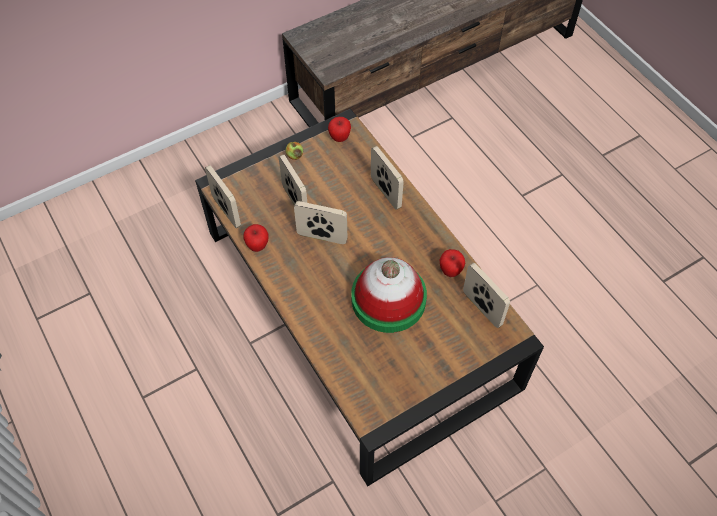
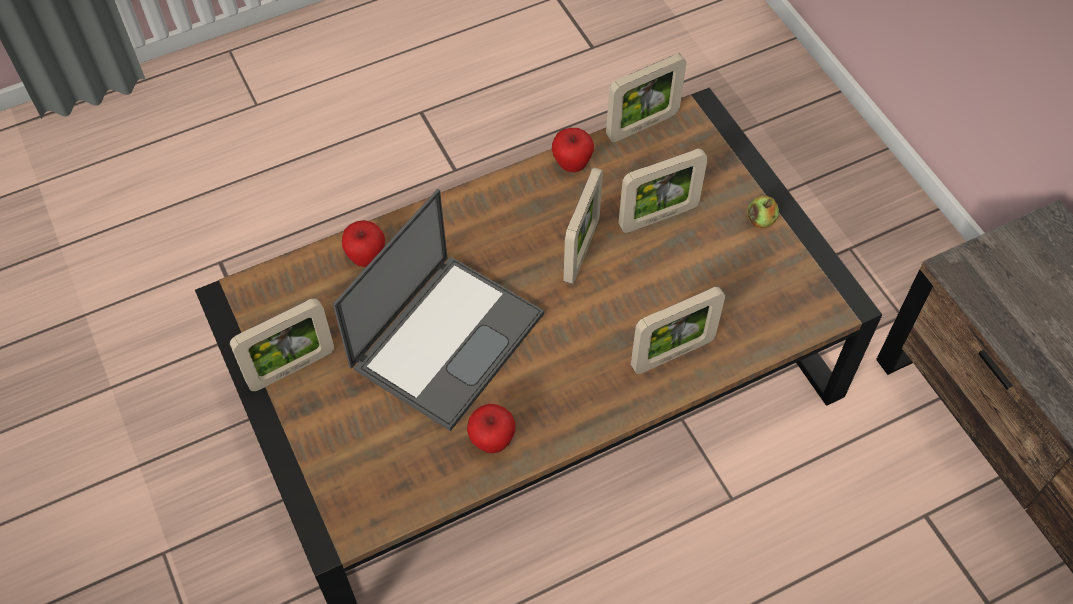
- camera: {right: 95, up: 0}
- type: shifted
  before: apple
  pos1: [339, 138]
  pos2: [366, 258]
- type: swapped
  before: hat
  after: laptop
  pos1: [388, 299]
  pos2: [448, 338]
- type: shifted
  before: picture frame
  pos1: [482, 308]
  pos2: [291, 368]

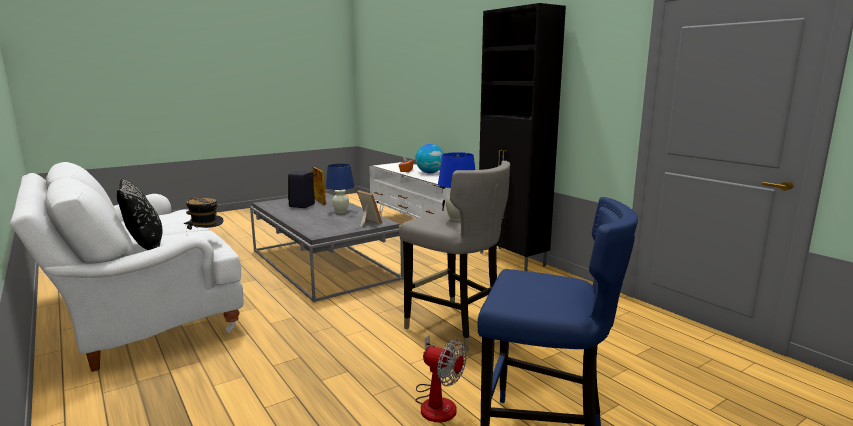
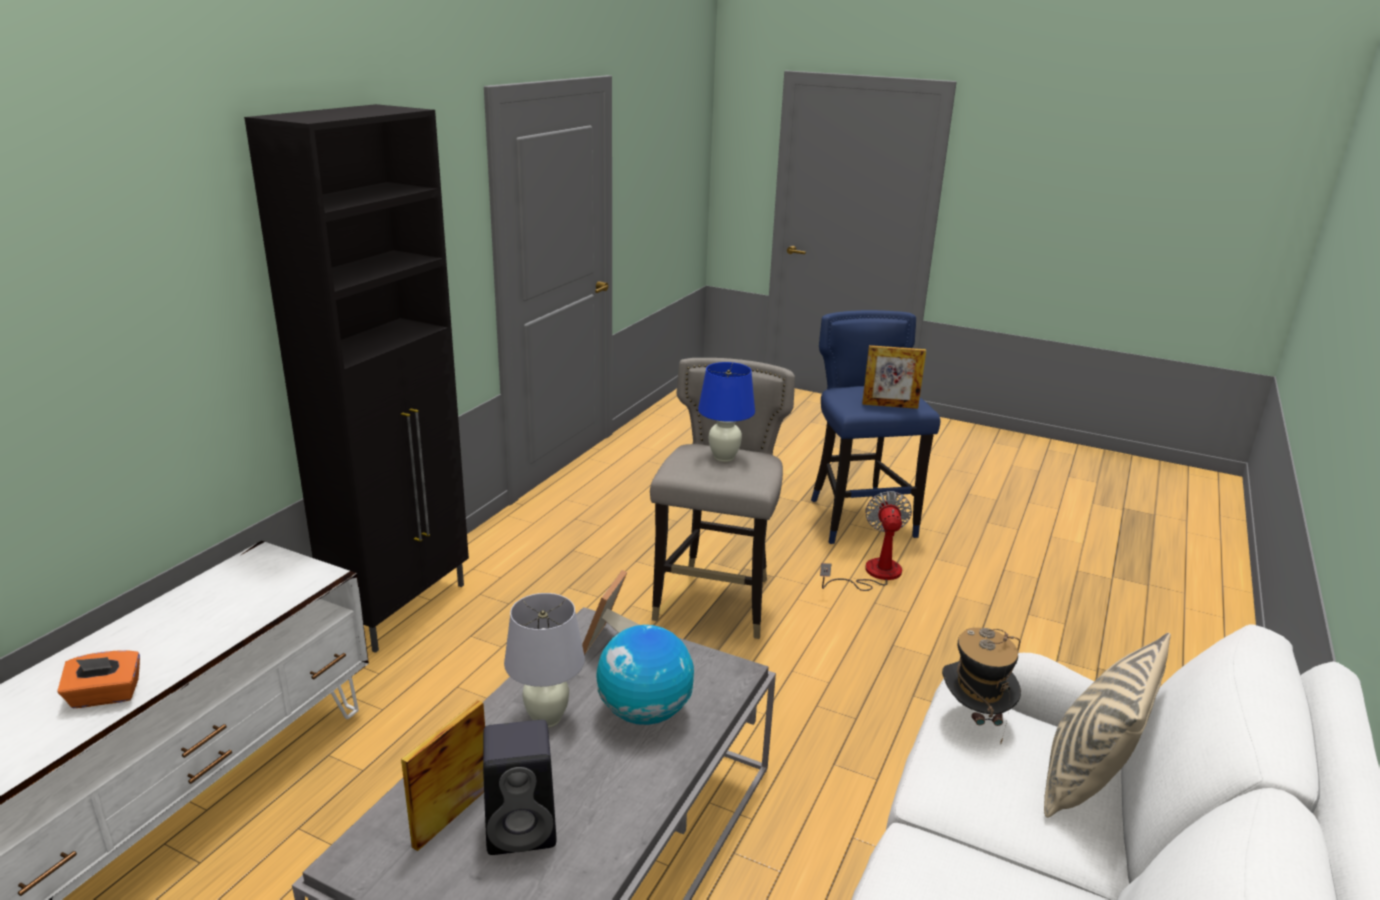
- camera: {right: -120, up: 10}
- type: shifted
  before: globe
  pos1: [430, 173]
  pos2: [644, 713]
- type: repainted
  before: blue table lamp
  after: white table lamp
  pos1: [341, 212]
  pos2: [547, 718]
- type: repainted
  before: black pillow
  after: beige pillow
  pos1: [145, 247]
  pos2: [1086, 780]
- type: new
  after: picture frame
  pos2: [890, 405]

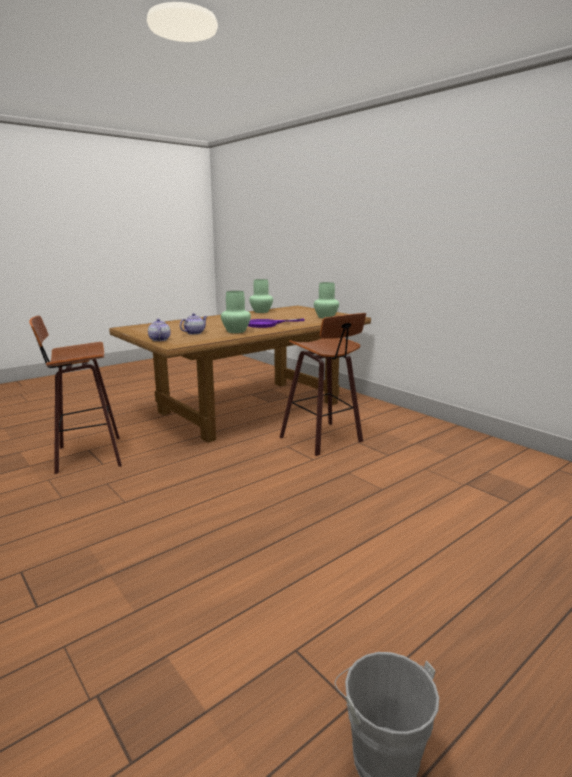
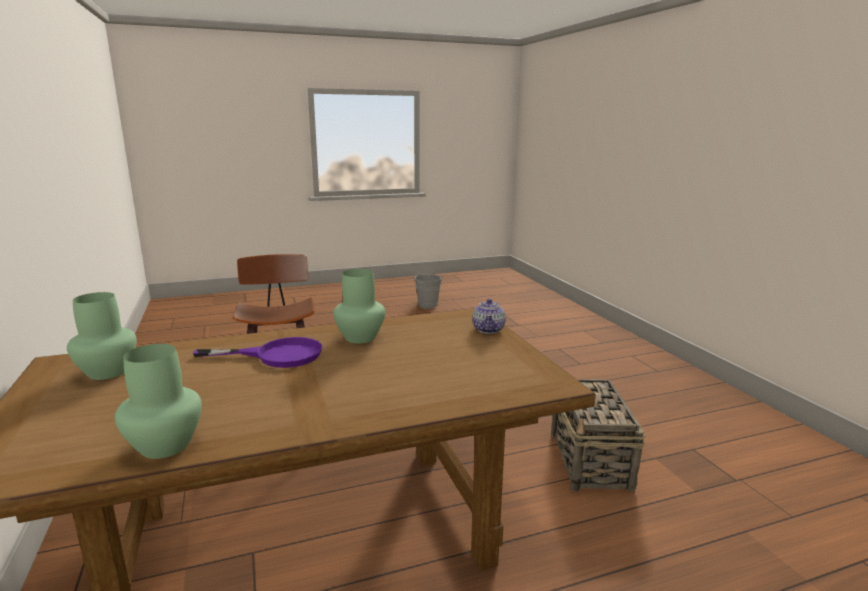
- camera: {right: -160, up: 0}
- type: gone
  before: teapot
  pos1: [194, 333]
- type: swapped
  before: stool
  after: basket
  pos1: [86, 455]
  pos2: [590, 461]

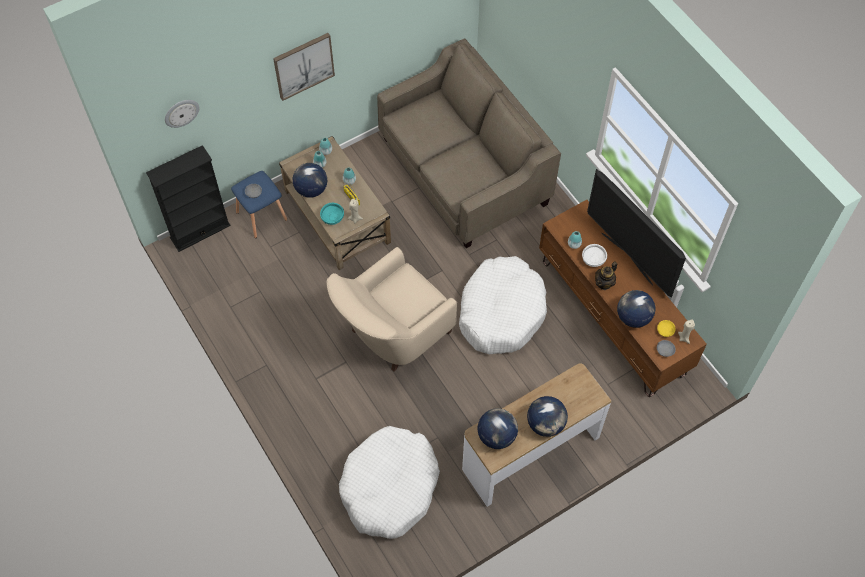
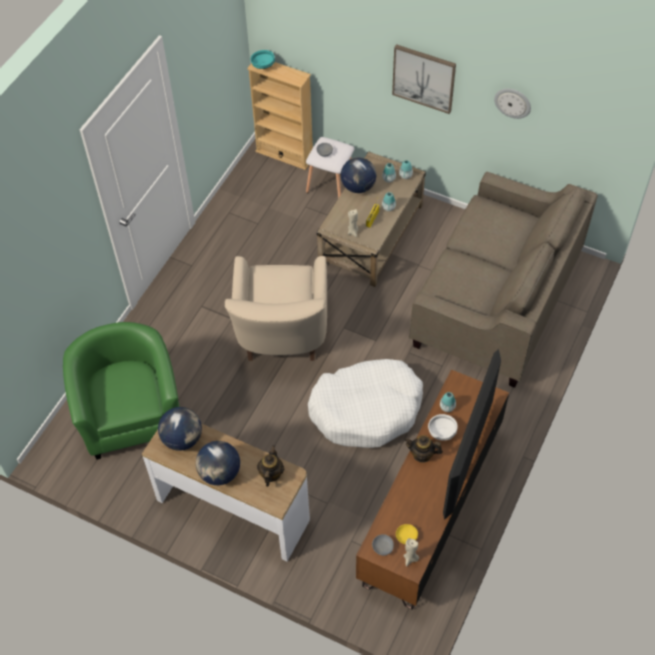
- camera: {right: 60, up: -5}
- type: shifted
  before: wall clock
  pos1: [181, 112]
  pos2: [513, 102]
- type: repainted
  before: black bookcase
  after: beige bookcase
  pos1: [200, 231]
  pos2: [284, 154]
- type: repainted
  before: blue stool
  after: white stool
  pos1: [262, 215]
  pos2: [331, 184]
- type: shifted
  before: turquoise bowl
  pos1: [332, 218]
  pos2: [263, 65]
- type: rotated
  before: beige armchair
  pos1: [392, 334]
  pos2: [282, 337]
  turn: -105
- type: gone
  before: globe
  pos1: [633, 317]
- type: swapped
  before: white dog bed
  after: green armchair
  pos1: [389, 487]
  pos2: [132, 414]
- type: new
  after: teapot
  pos2: [271, 474]

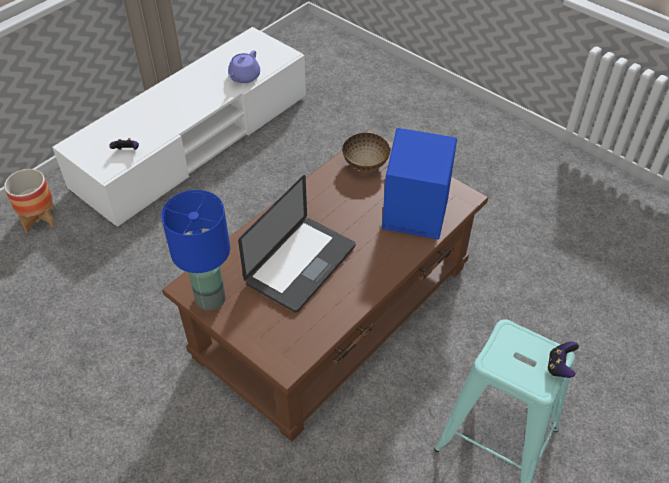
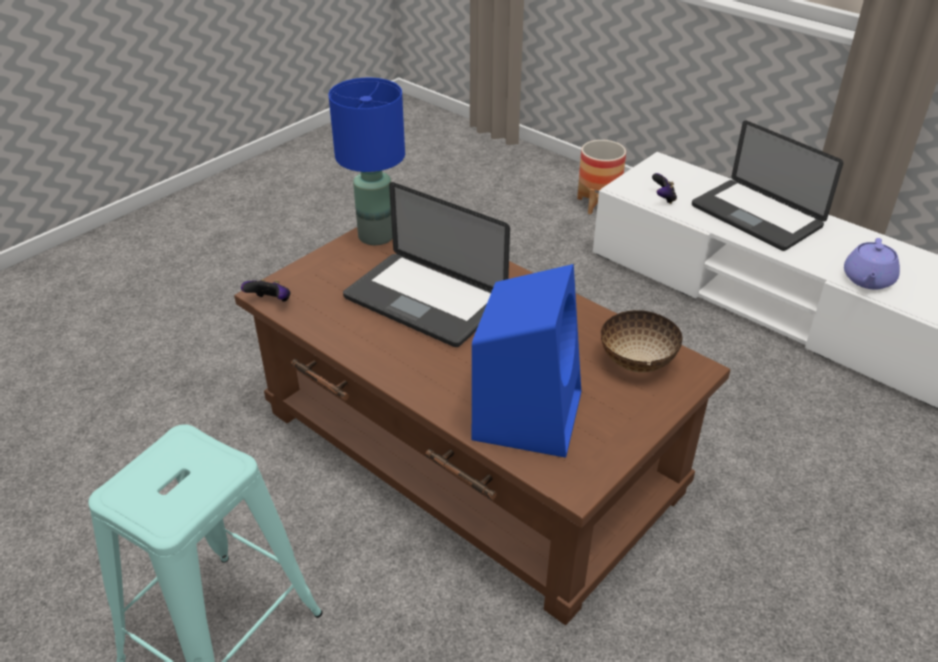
- camera: {right: 90, up: -10}
- type: rotated
  before: purple teapot
  pos1: [244, 77]
  pos2: [867, 280]
  turn: -90
- type: shifted
  before: game controller
  pos1: [559, 367]
  pos2: [270, 302]
- type: new
  after: laptop
  pos2: [756, 216]

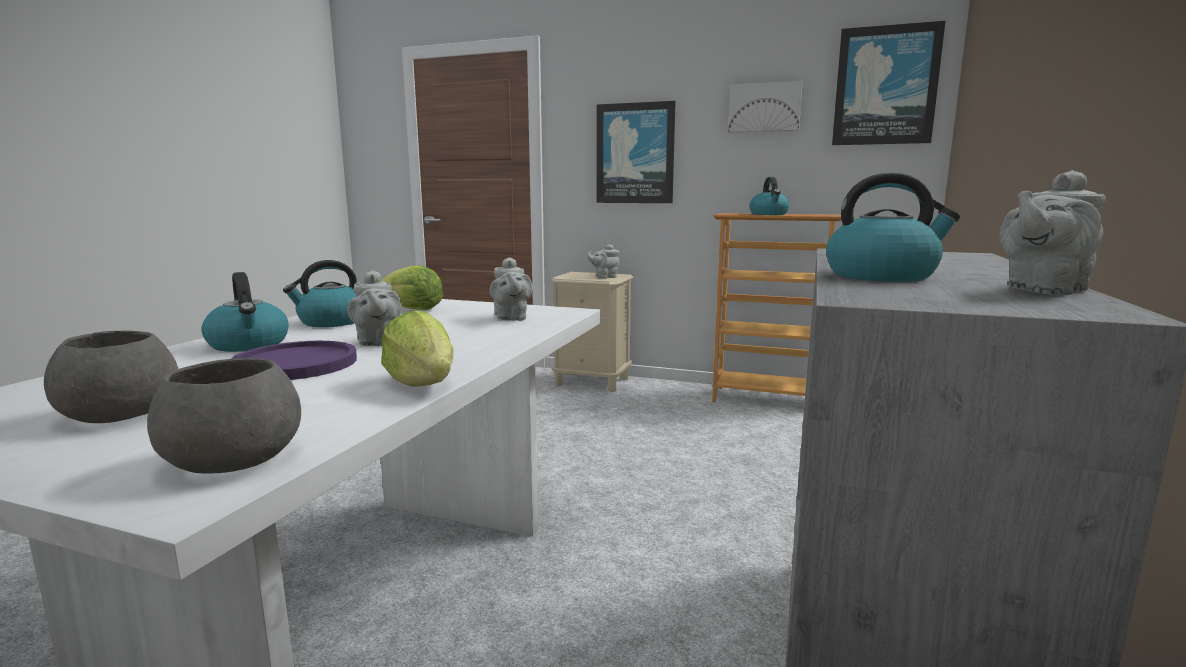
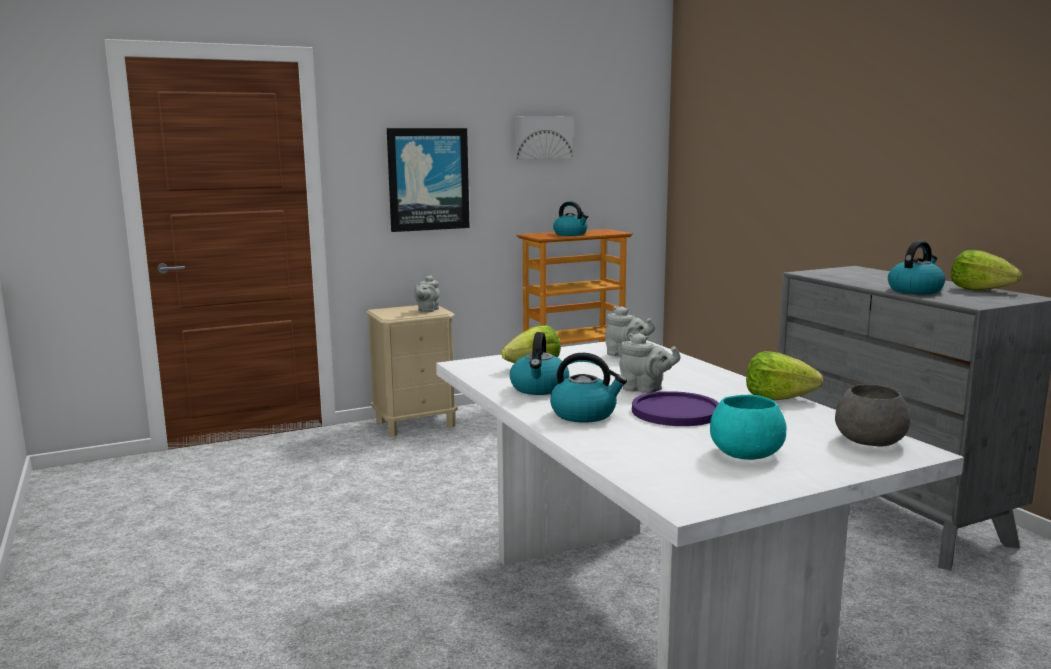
- camera: {right: -45, up: 0}
- type: gone
  before: picture
  pos1: [885, 86]
- type: swapped
  before: grey teapot
  after: lettuce
  pos1: [1043, 290]
  pos2: [980, 289]
- type: repainted
  before: grey bowl
  after: turquoise bowl
  pos1: [119, 414]
  pos2: [744, 453]

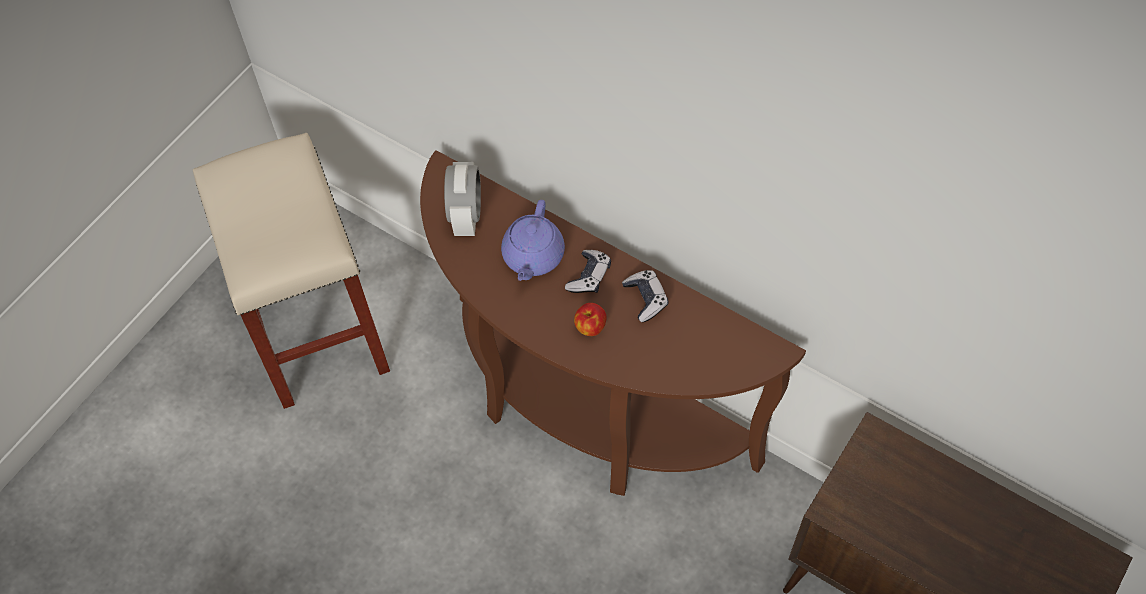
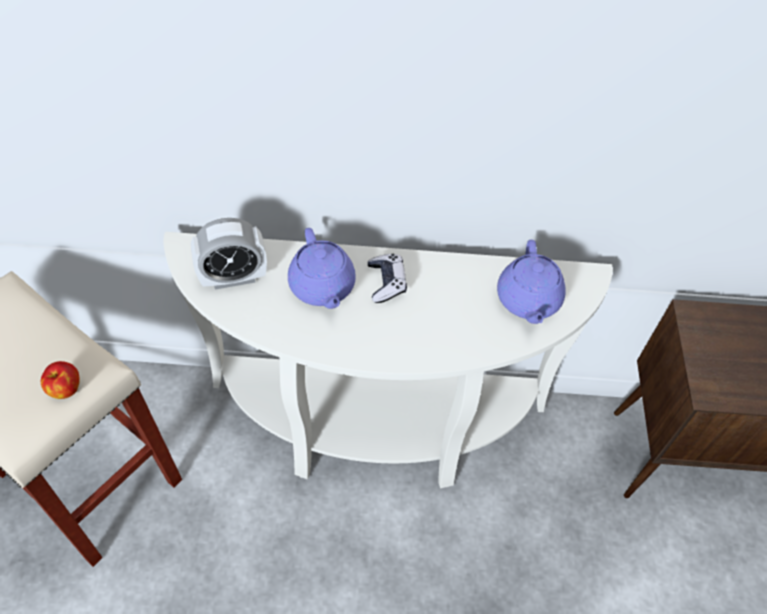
- camera: {right: -35, up: -5}
- type: repainted
  before: brown console table
  after: white console table
  pos1: [583, 411]
  pos2: [375, 430]
- type: rotated
  before: alarm clock
  pos1: [466, 216]
  pos2: [233, 278]
  turn: 105
- type: gone
  before: game controller
  pos1: [645, 299]
- type: shifted
  before: apple
  pos1: [590, 327]
  pos2: [65, 389]
- type: new
  after: purple teapot
  pos2: [528, 300]

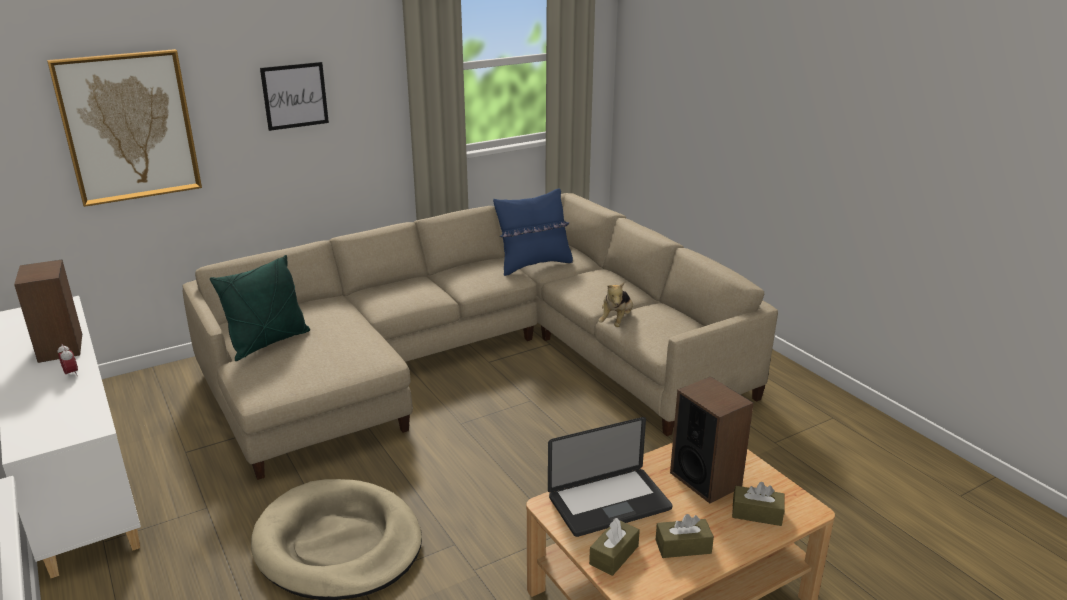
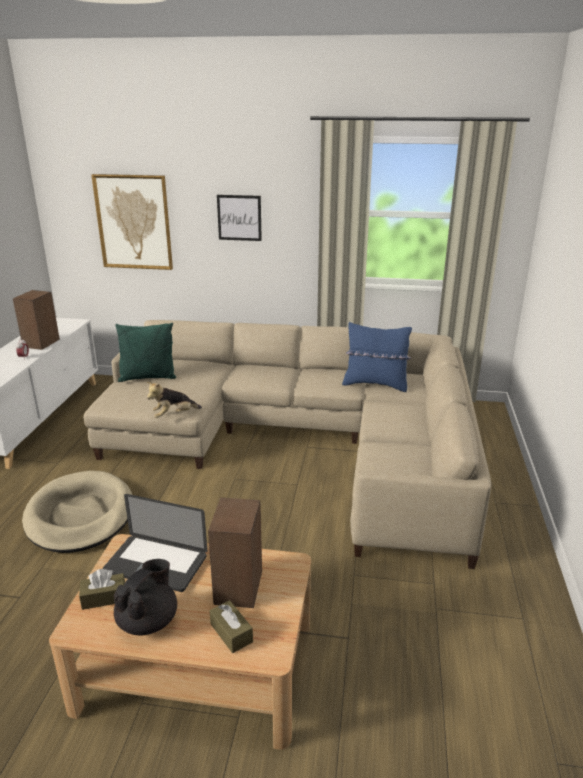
- camera: {right: 40, up: 0}
- type: shifted
  before: plush toy
  pos1: [616, 321]
  pos2: [174, 415]
- type: swapped
  before: brown tissue box
  after: black teapot
  pos1: [683, 546]
  pos2: [148, 621]

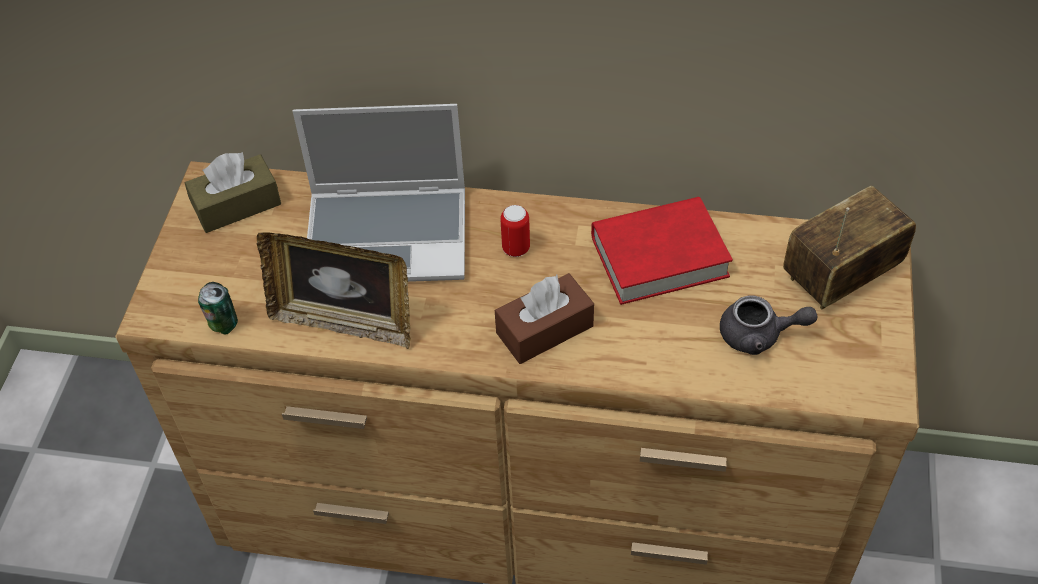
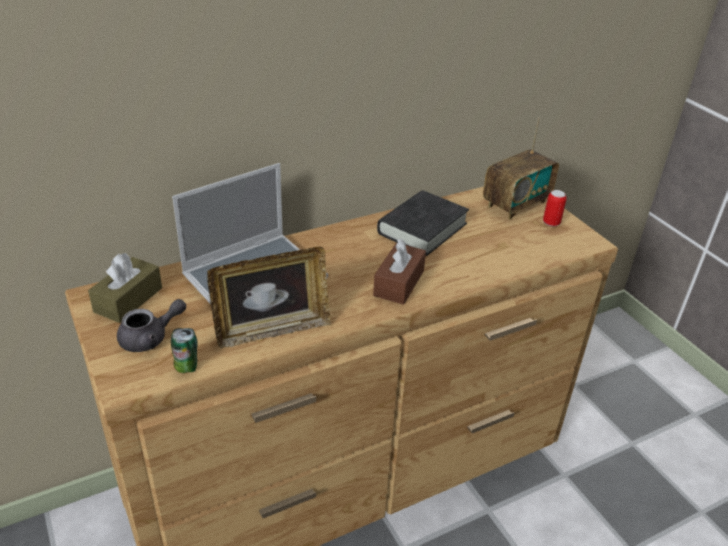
- camera: {right: -40, up: -15}
- type: rotated
  before: radio
  pos1: [841, 275]
  pos2: [516, 204]
  turn: -150
- type: repainted
  before: red book
  after: black book
  pos1: [659, 257]
  pos2: [422, 228]
- type: shifted
  before: can
  pos1: [516, 248]
  pos2: [551, 223]
- type: shifted
  before: grey teapot
  pos1: [759, 335]
  pos2: [150, 338]

